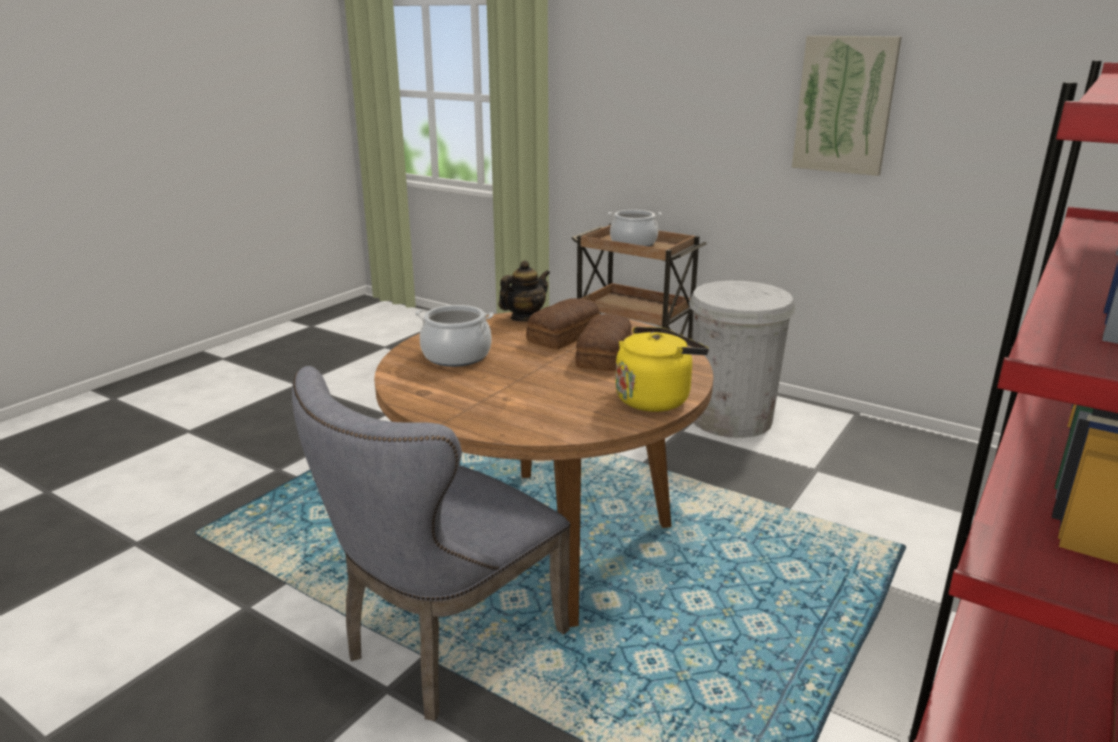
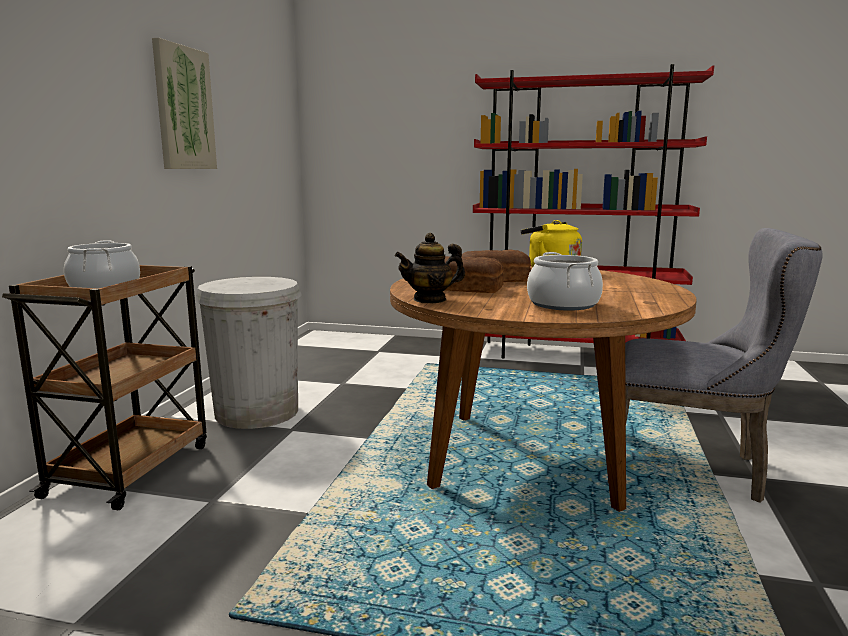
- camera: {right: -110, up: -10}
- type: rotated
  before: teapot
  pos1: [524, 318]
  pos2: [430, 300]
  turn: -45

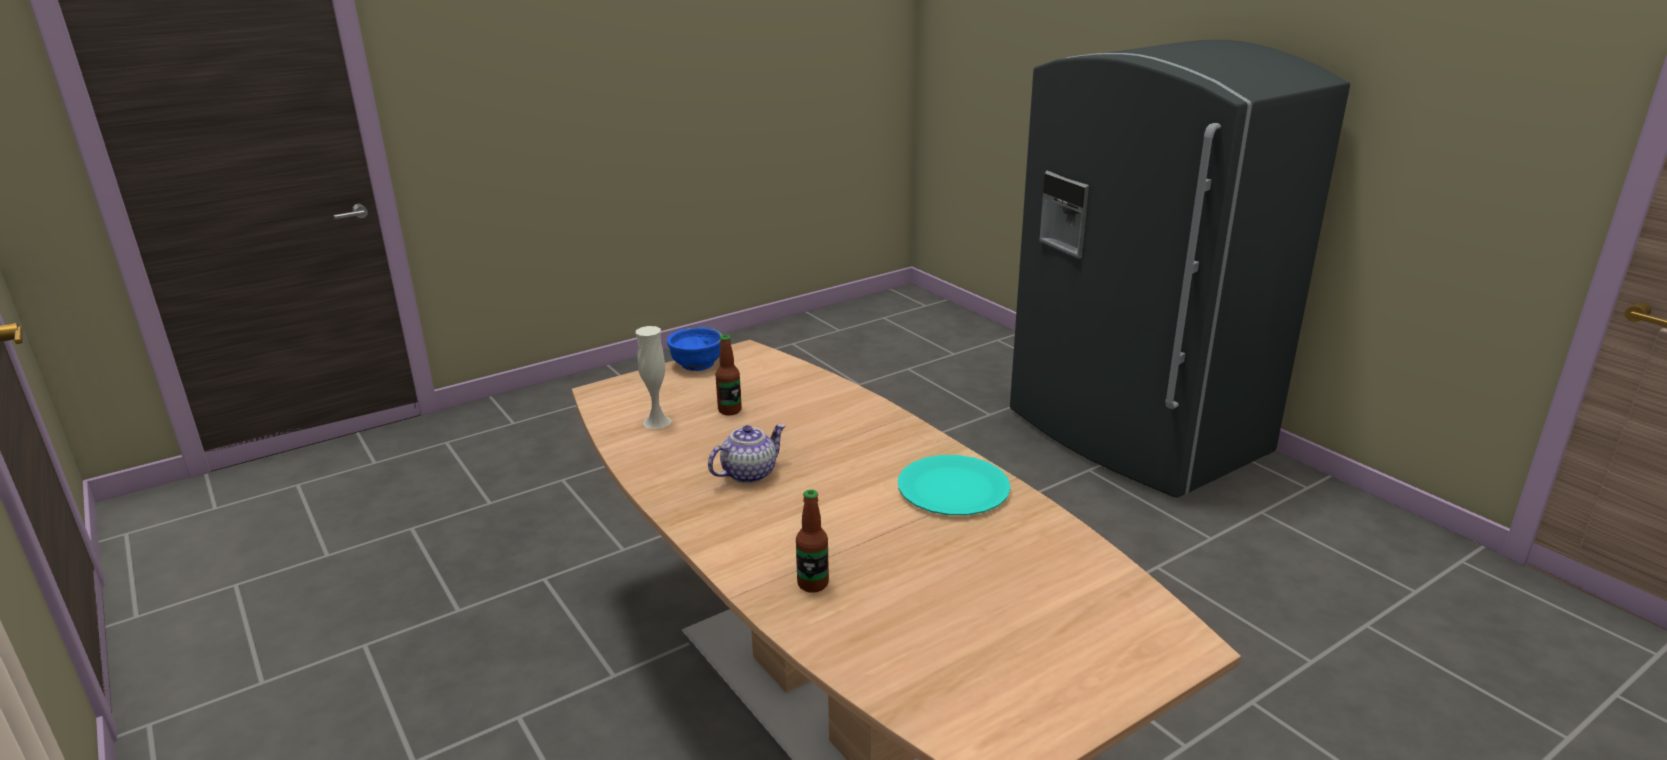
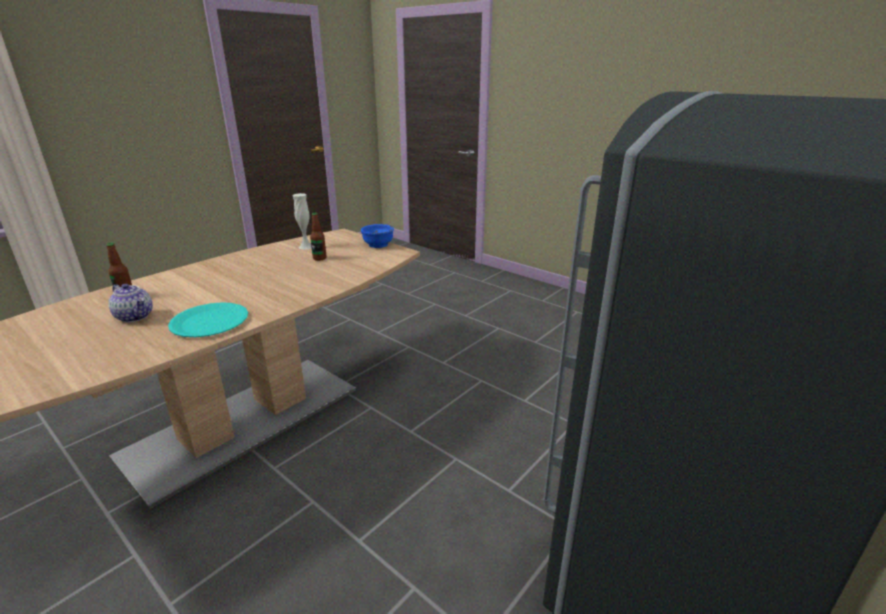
- camera: {right: 75, up: 0}
- type: shifted
  before: teapot
  pos1: [749, 473]
  pos2: [135, 316]

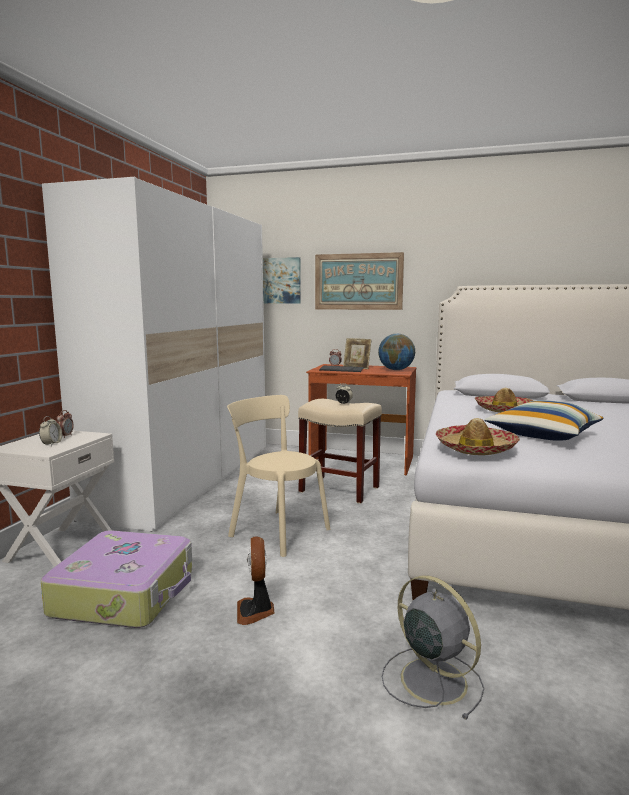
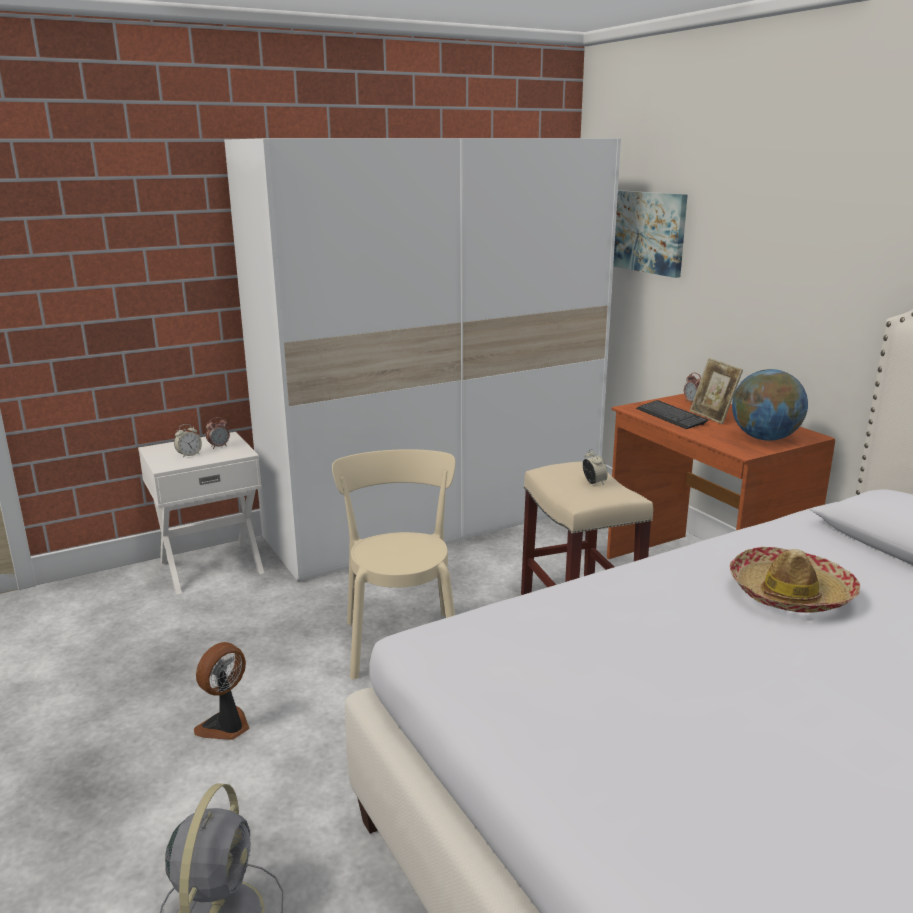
- camera: {right: 45, up: 10}
- type: gone
  before: picture
  pos1: [358, 281]
- type: gone
  before: pillow
  pos1: [543, 435]
- type: gone
  before: hat
  pos1: [475, 448]
- type: gone
  before: suitcase
  pos1: [126, 593]

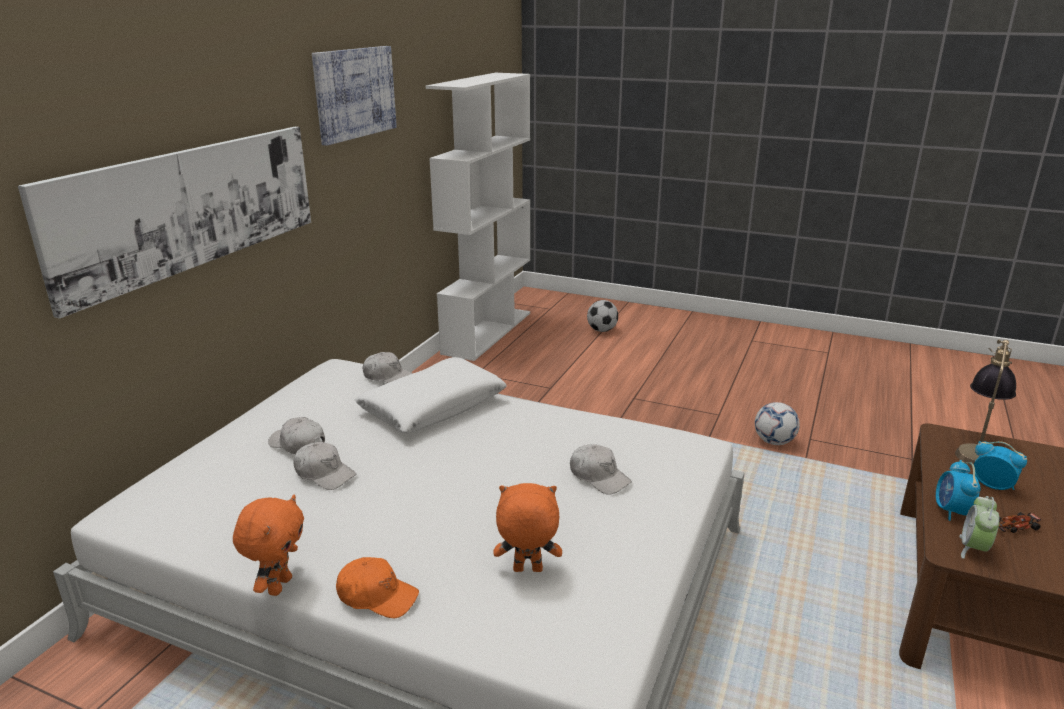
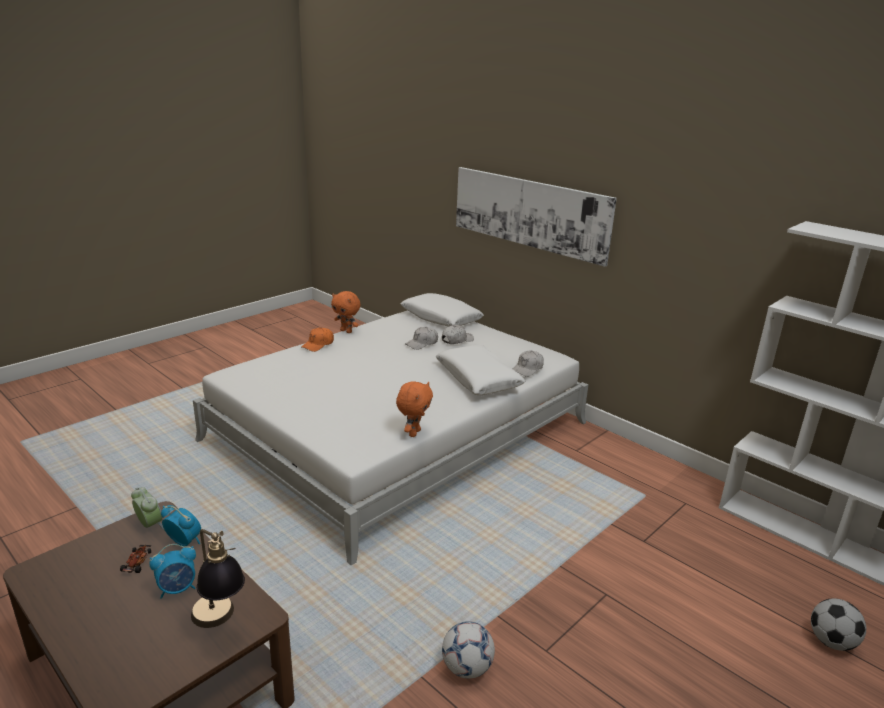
- camera: {right: 110, up: 0}
- type: gone
  before: picture
  pos1: [355, 93]
- type: gone
  before: white cap
  pos1: [599, 477]
- type: shifted
  before: orange plush toy
  pos1: [527, 571]
  pos2: [413, 433]
- type: new
  after: white pillow
  pos2: [441, 318]

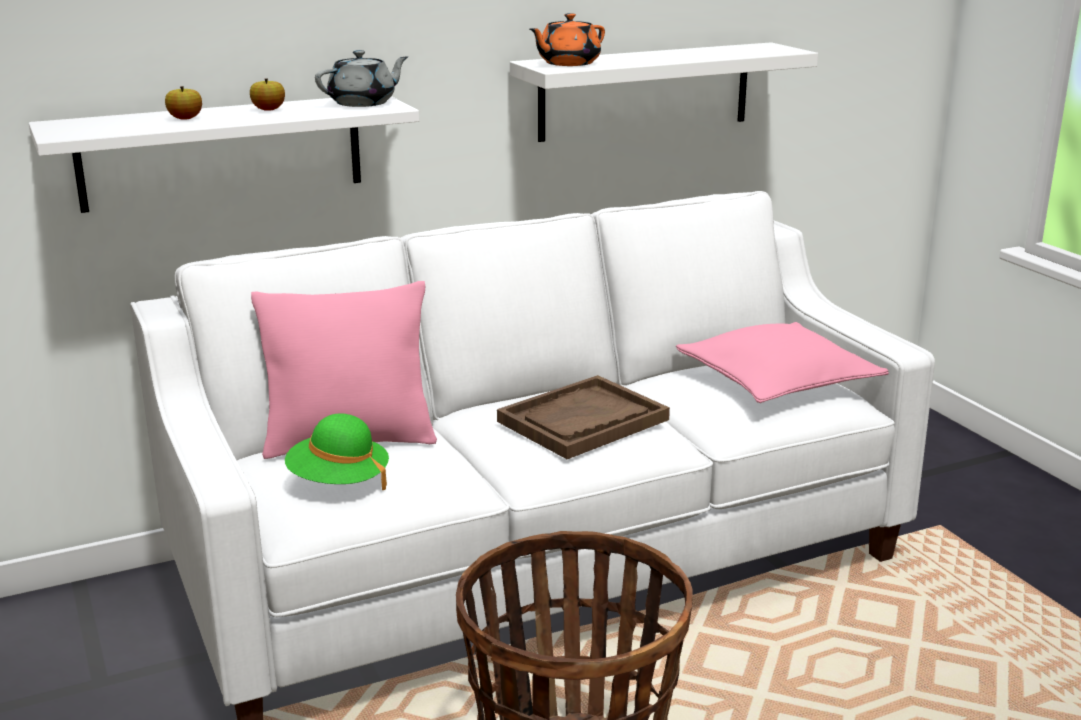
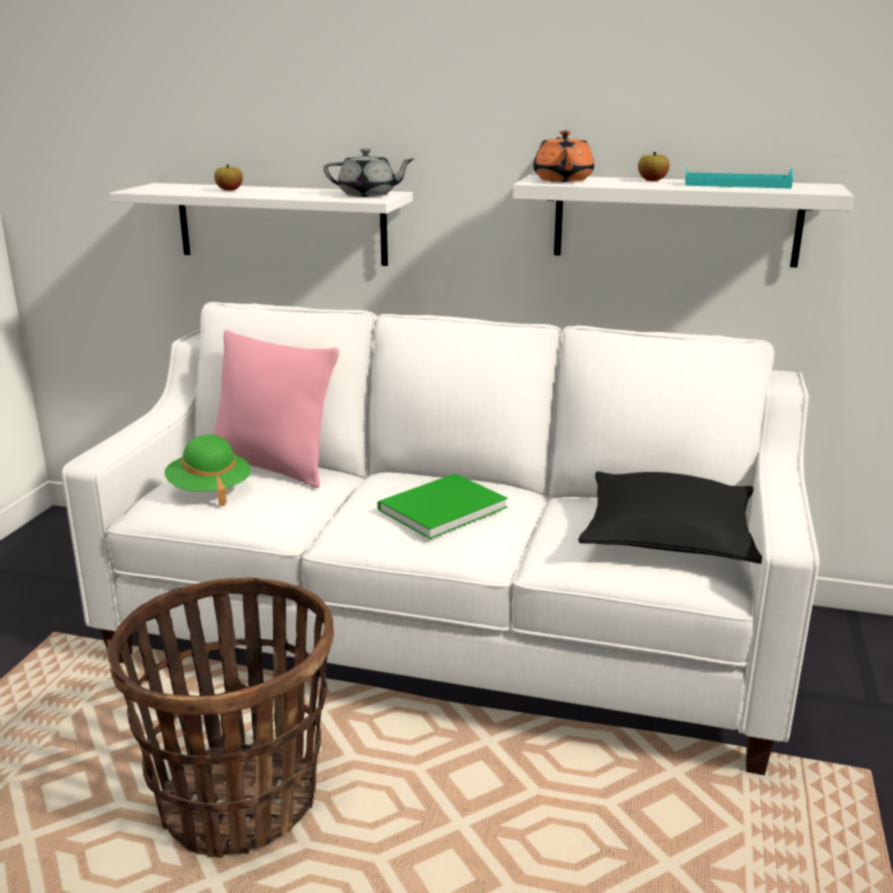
- camera: {right: 40, up: 0}
- type: rotated
  before: orange teapot
  pos1: [567, 63]
  pos2: [563, 180]
  turn: 90
- type: shifted
  before: apple
  pos1: [268, 110]
  pos2: [652, 181]
- type: repainted
  before: pink pillow
  after: black pillow
  pos1: [777, 381]
  pos2: [668, 536]
- type: swapped
  before: brown tray
  after: green book
  pos1: [583, 421]
  pos2: [438, 508]
- type: new
  after: turquoise tray
  pos2: [736, 185]

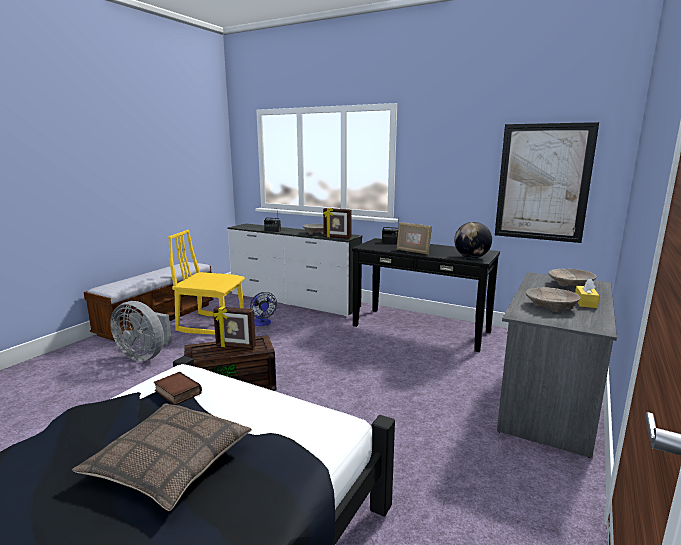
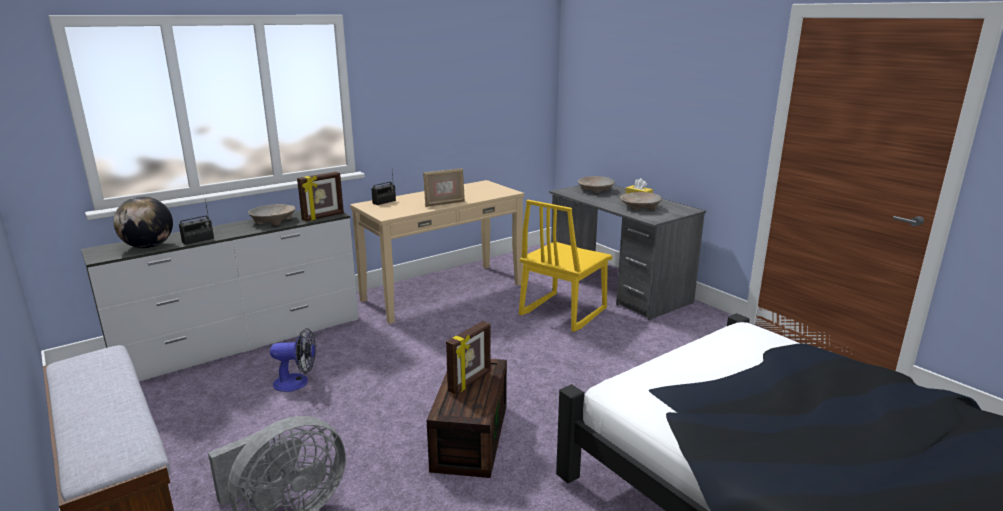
- camera: {right: -65, up: 5}
- type: gone
  before: picture
  pos1: [543, 183]
- type: shifted
  before: globe
  pos1: [471, 257]
  pos2: [148, 247]
- type: shifted
  before: yellow chair
  pos1: [212, 324]
  pos2: [562, 312]
- type: repainted
  before: black console table
  after: beige console table
  pos1: [420, 328]
  pos2: [442, 292]
- type: gone
  before: book
  pos1: [176, 392]
- type: gone
  before: pillow
  pos1: [169, 464]

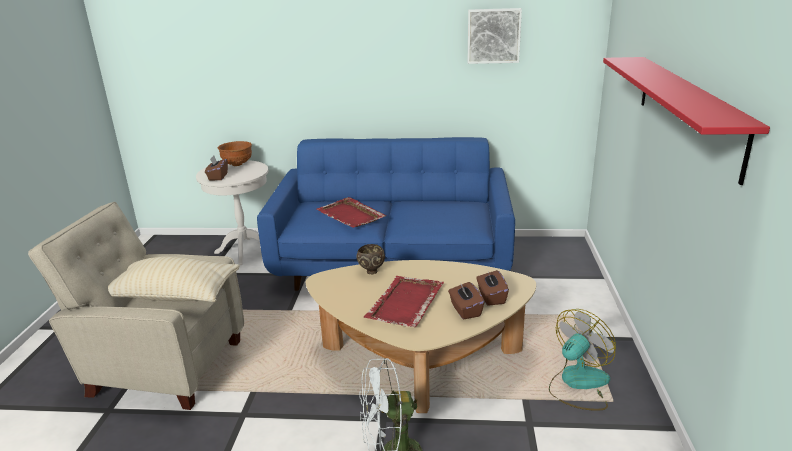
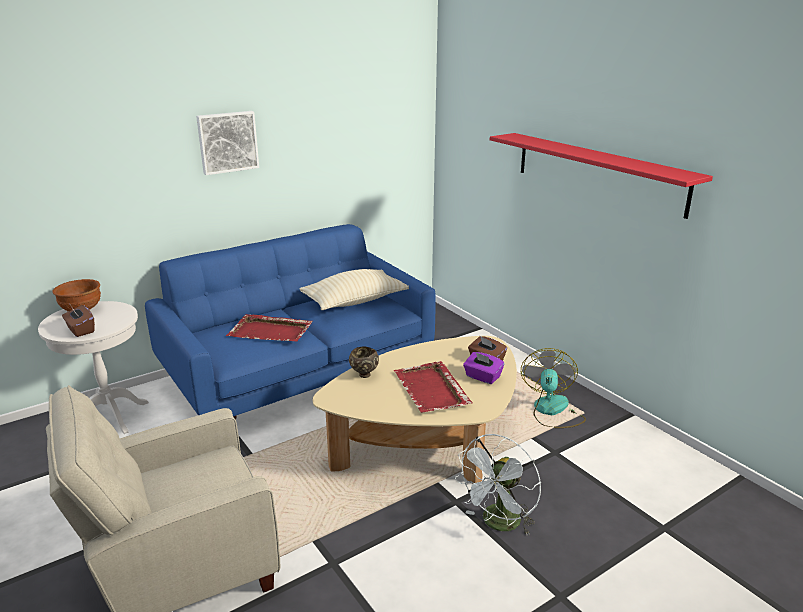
- camera: {right: -40, up: 0}
- type: shifted
  before: picture
  pos1: [493, 36]
  pos2: [227, 142]
- type: shifted
  before: beige pillow
  pos1: [174, 295]
  pos2: [354, 301]
- type: repainted
  before: brown tissue box
  after: purple tissue box
  pos1: [465, 310]
  pos2: [482, 377]

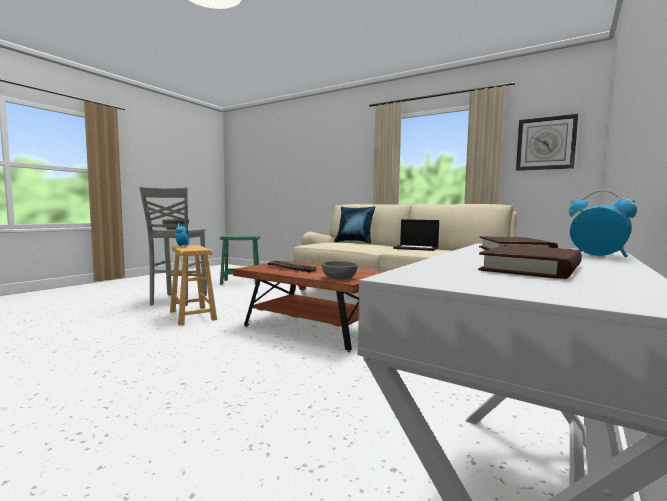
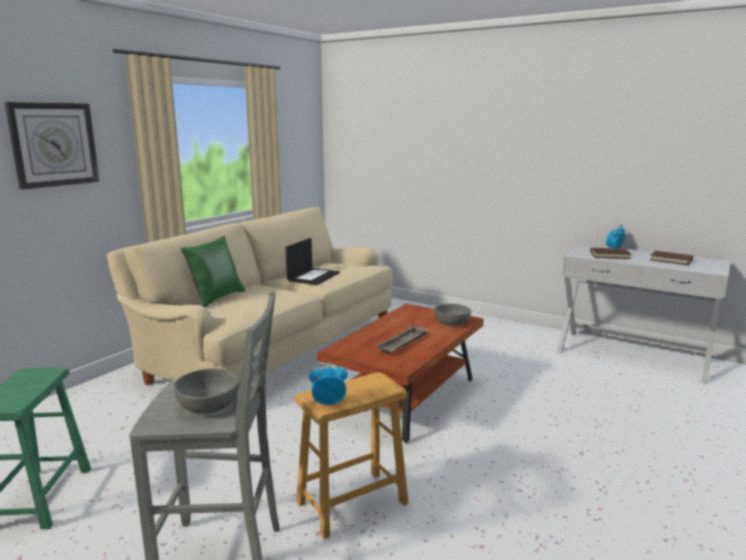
- camera: {right: -90, up: 10}
- type: shifted
  before: wall clock
  pos1: [545, 143]
  pos2: [54, 144]
- type: repainted
  before: blue pillow
  after: green pillow
  pos1: [355, 242]
  pos2: [216, 298]

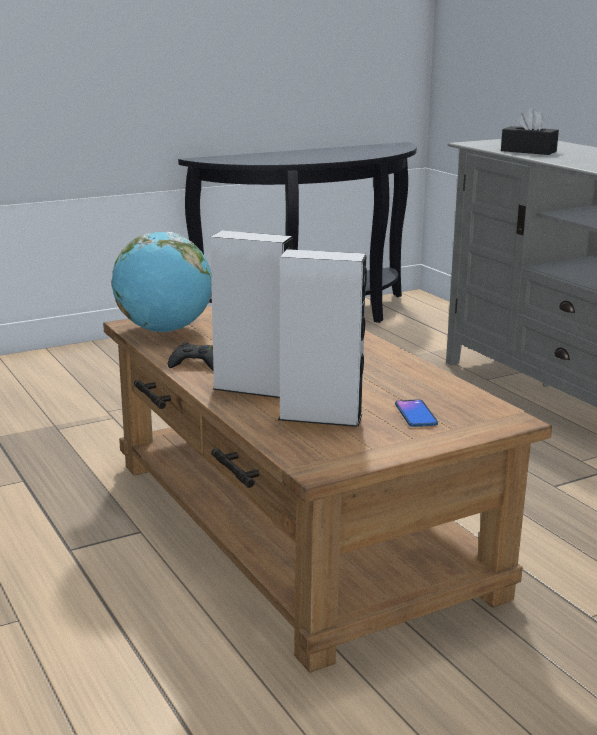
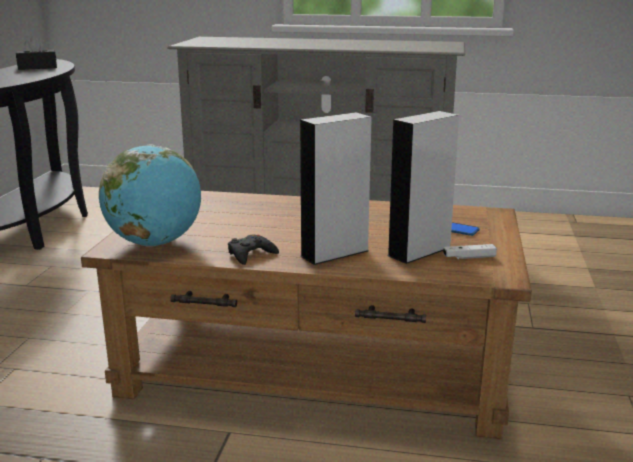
- camera: {right: -50, up: 0}
- type: shifted
  before: black tissue box
  pos1: [528, 151]
  pos2: [37, 67]
- type: new
  after: white game controller
  pos2: [469, 257]

